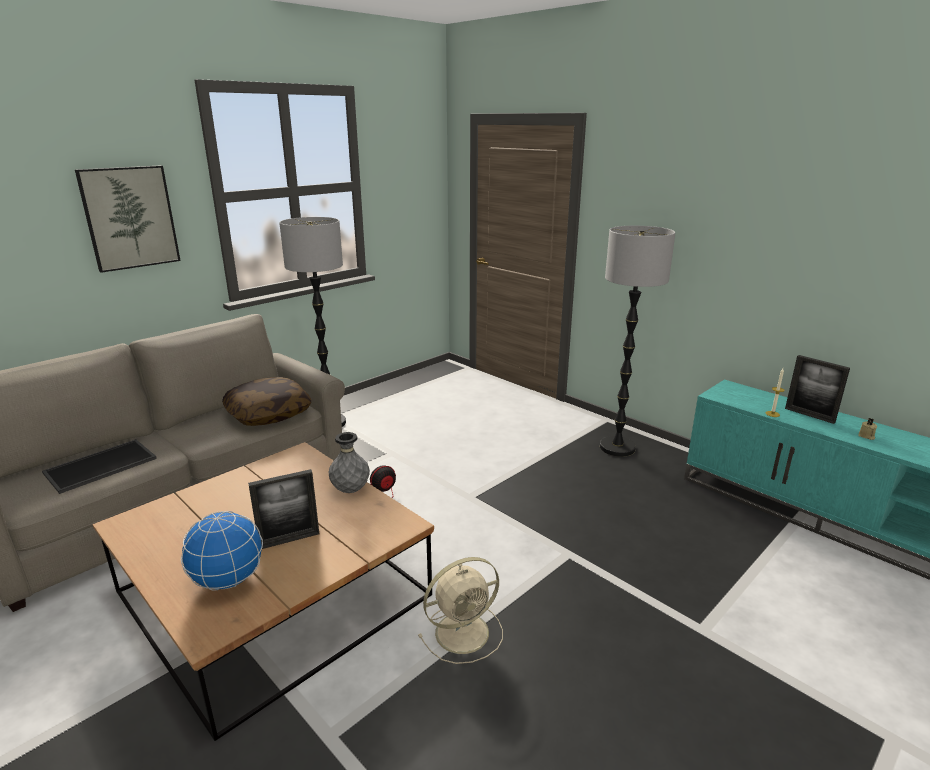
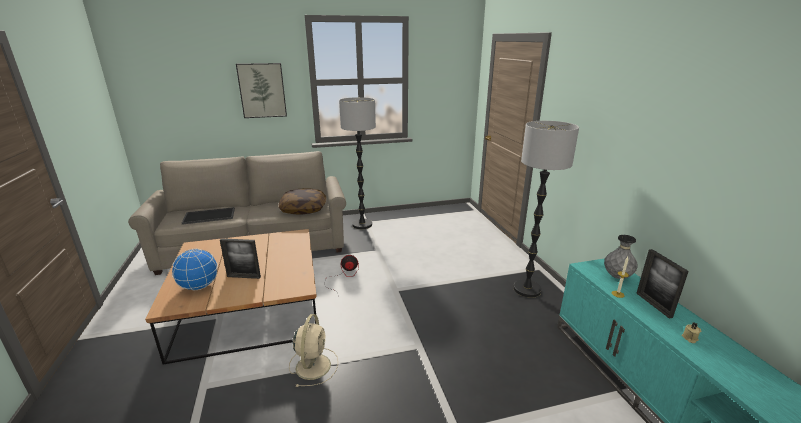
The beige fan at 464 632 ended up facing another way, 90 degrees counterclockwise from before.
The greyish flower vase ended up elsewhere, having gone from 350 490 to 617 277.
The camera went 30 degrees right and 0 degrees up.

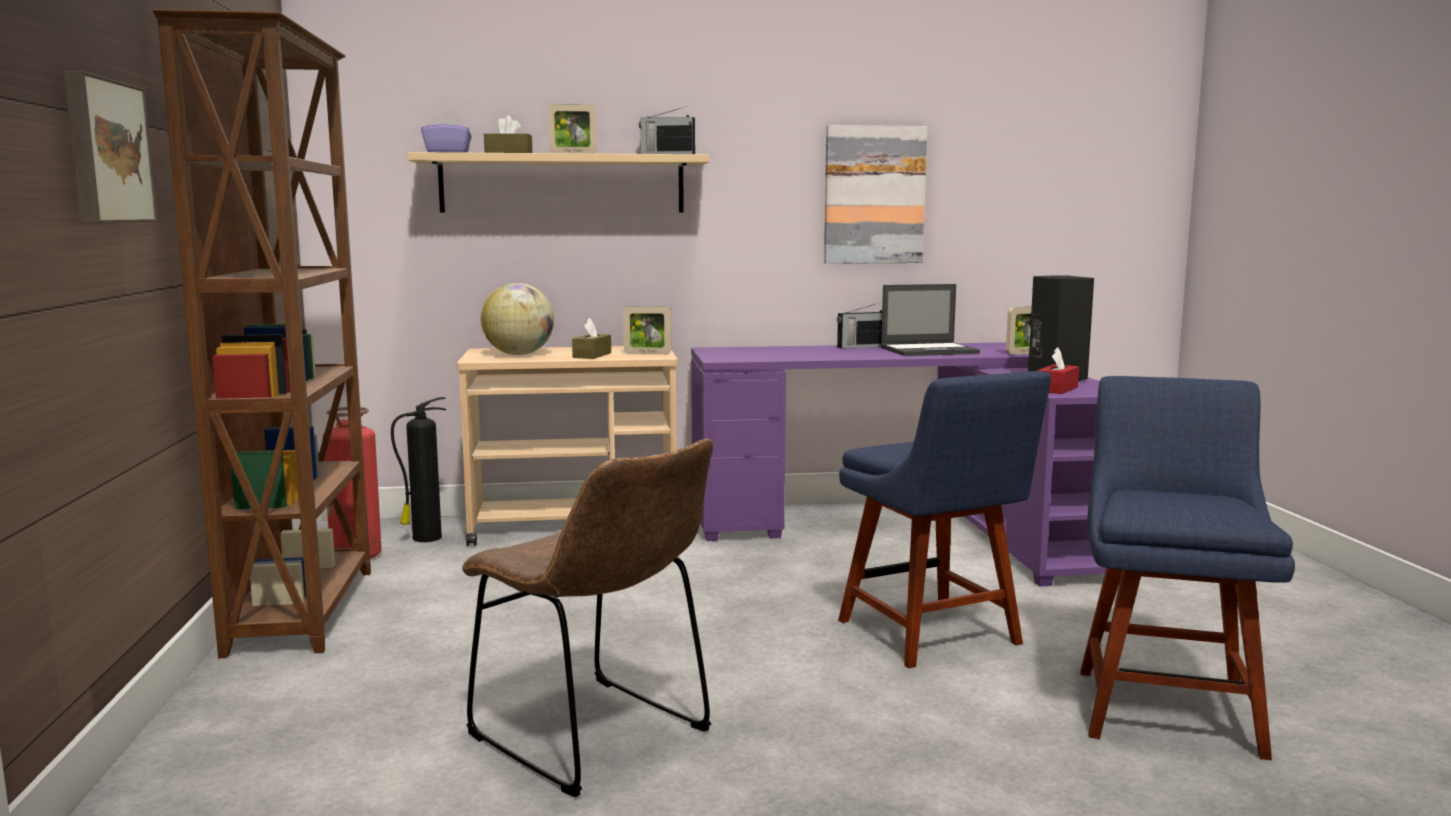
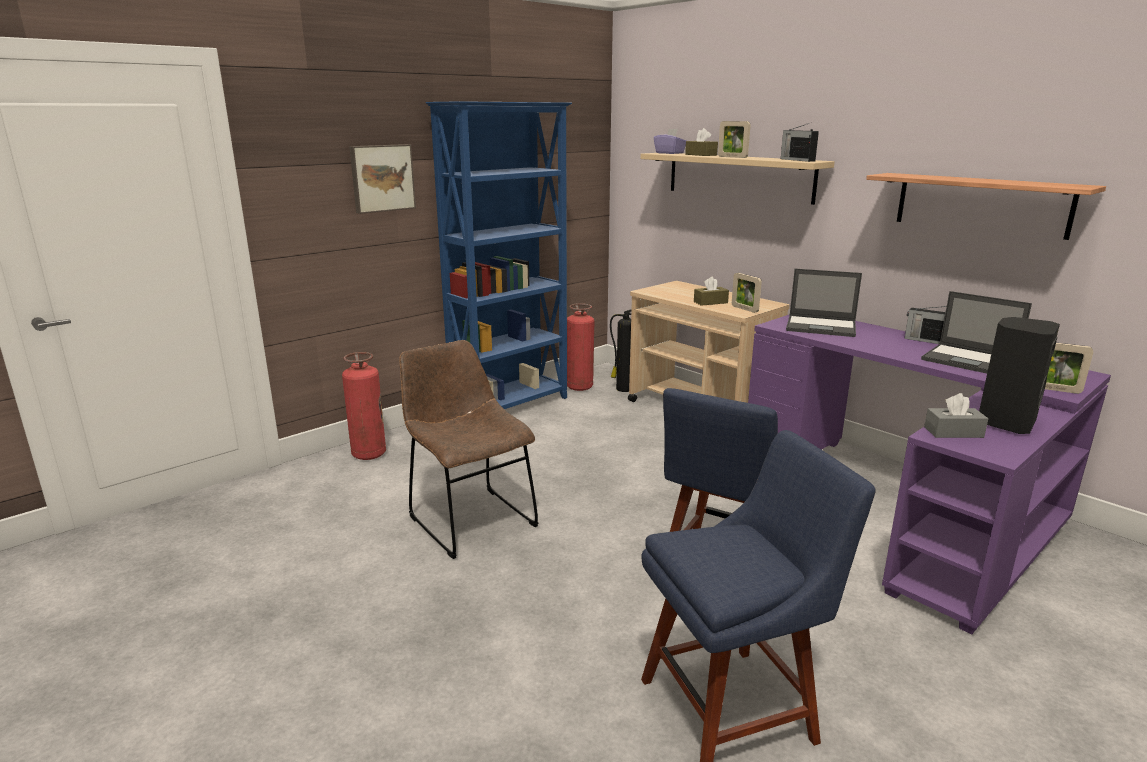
The second view gained the fire-fighting cylinder at 369 454.
The brown-coloured chair at 597 738 ended up facing another way, 135 degrees clockwise from before.
What was the brown-coloured shelving unit at 305 610 turned into the blue-coloured shelving unit at 511 406.
The second view gained the laptop at 822 327.
Where the wall art hung at 874 195, the bracket shelf came to hang at 981 204.
What was the reddish box of tissues at 1057 389 turned into the greyish box of tissues at 953 432.
The second view lost the desk globe at 519 354.
The camera went 55 degrees right and 10 degrees up.

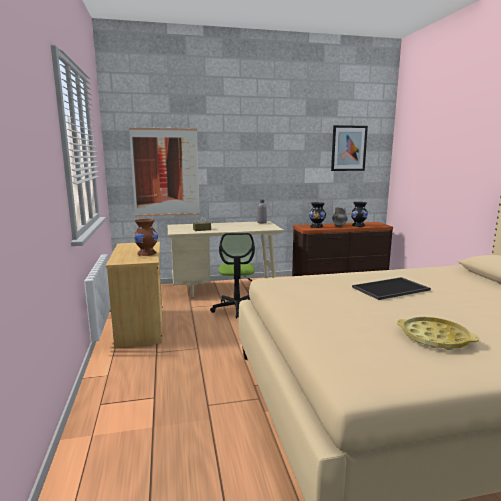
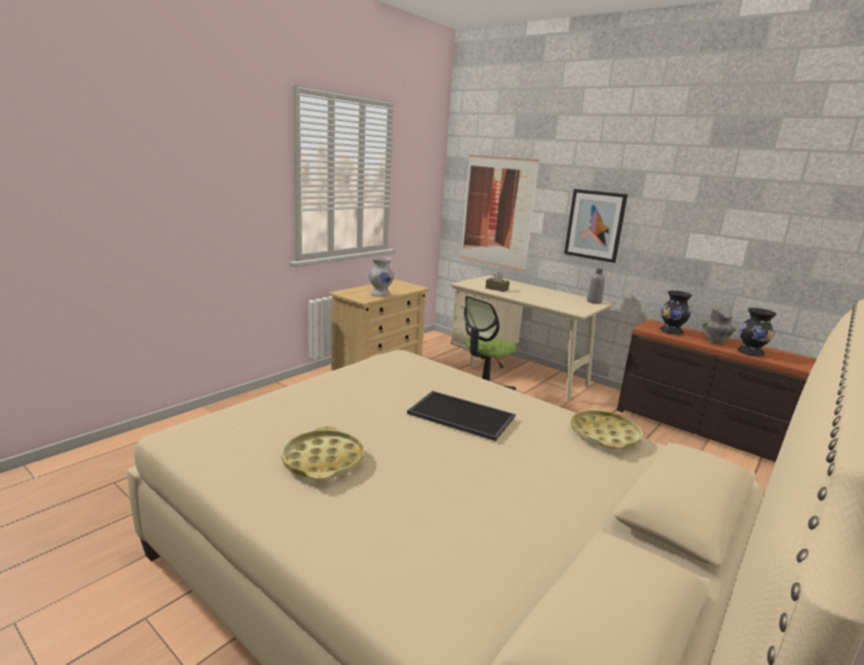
What was the brown-coloured flower vase at 147 254 turned into the whitish flower vase at 380 294.
The wall art ended up elsewhere, having gone from 348 148 to 595 225.
The second view gained the yellow serving tray at 604 435.
The camera went 50 degrees right and 5 degrees up.

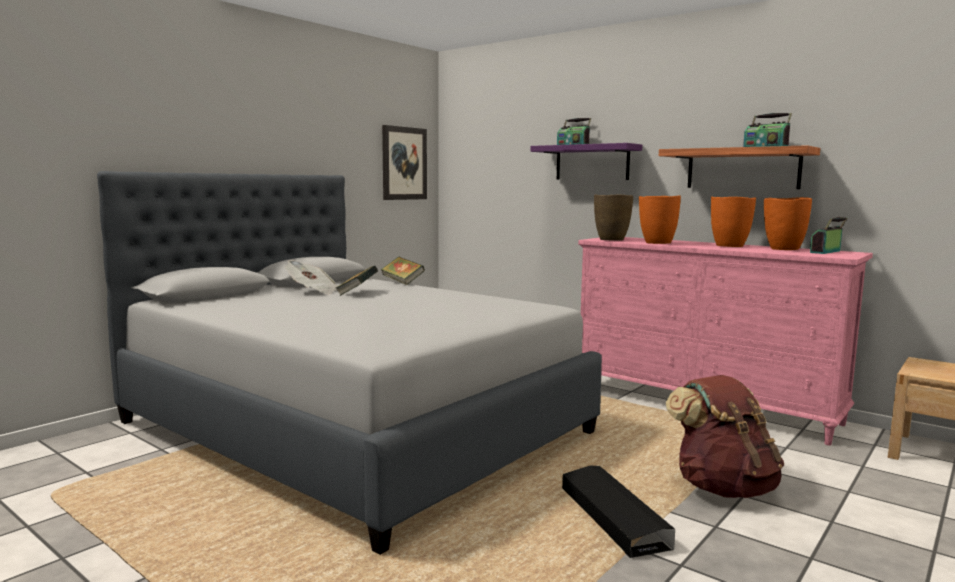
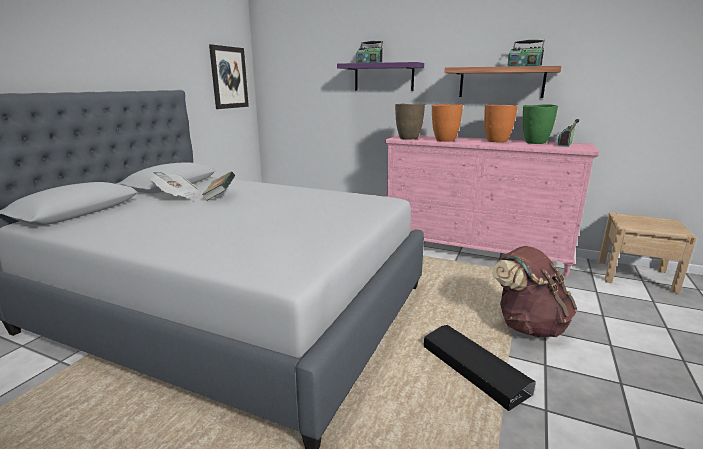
What was the orange-coloured flower vase at 783 249 turned into the greenish flower vase at 535 142.
The second view lost the bound book at 402 282.
The camera went 15 degrees left and 10 degrees up.

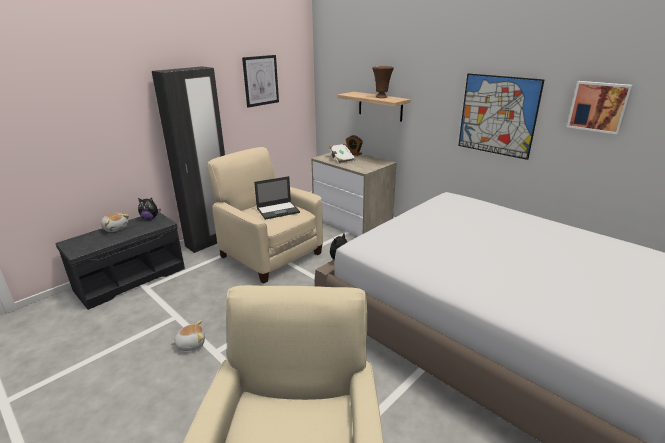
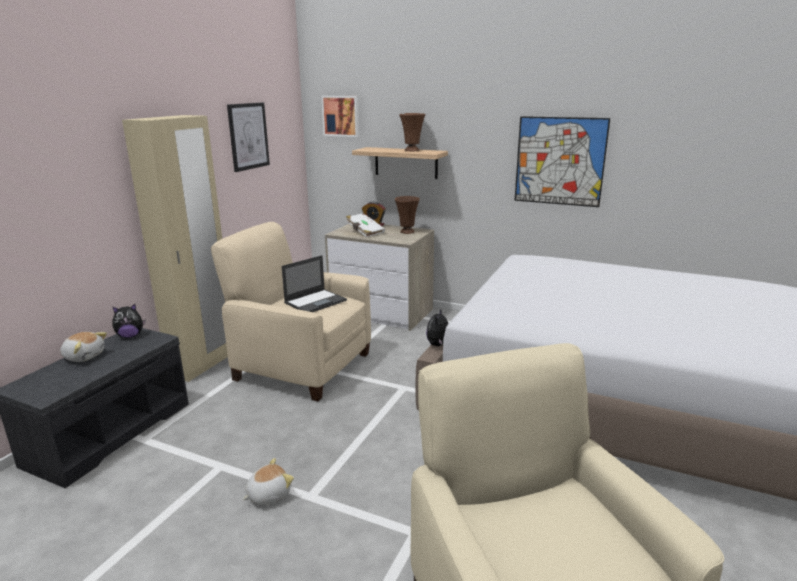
What was the blackish wardrobe at 211 241 turned into the beige wardrobe at 203 364.
The wall art ended up elsewhere, having gone from 599 106 to 341 116.
The second view gained the brown-coloured flower vase at 407 232.
The camera went 20 degrees left and 5 degrees down.

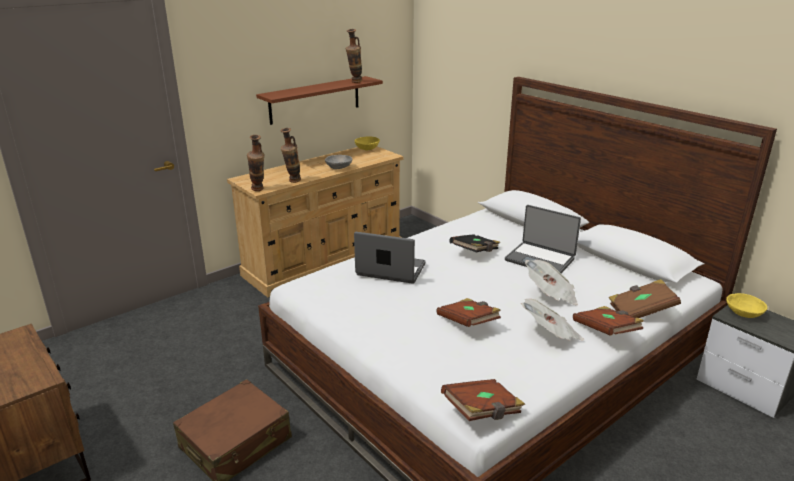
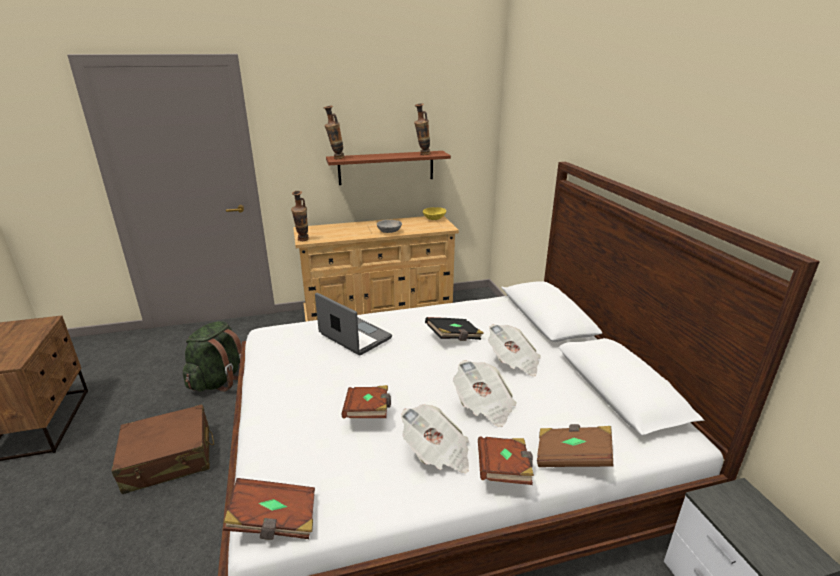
The second view gained the greenish backpack at 219 380.
The flower vase ended up elsewhere, having gone from 292 182 to 336 159.
Where the laptop stood at 540 259, the daily paper came to stand at 513 362.
The second view lost the yellow serving bowl at 742 313.
The camera went 25 degrees right and 0 degrees up.

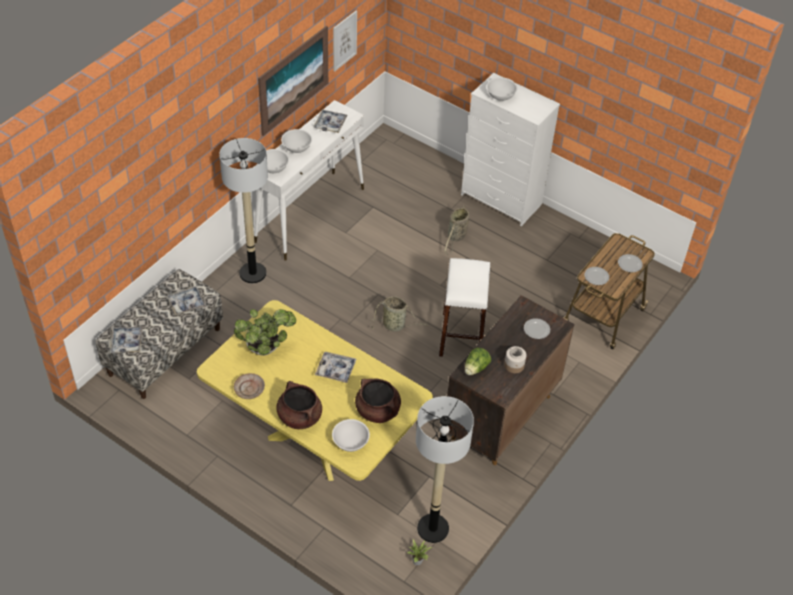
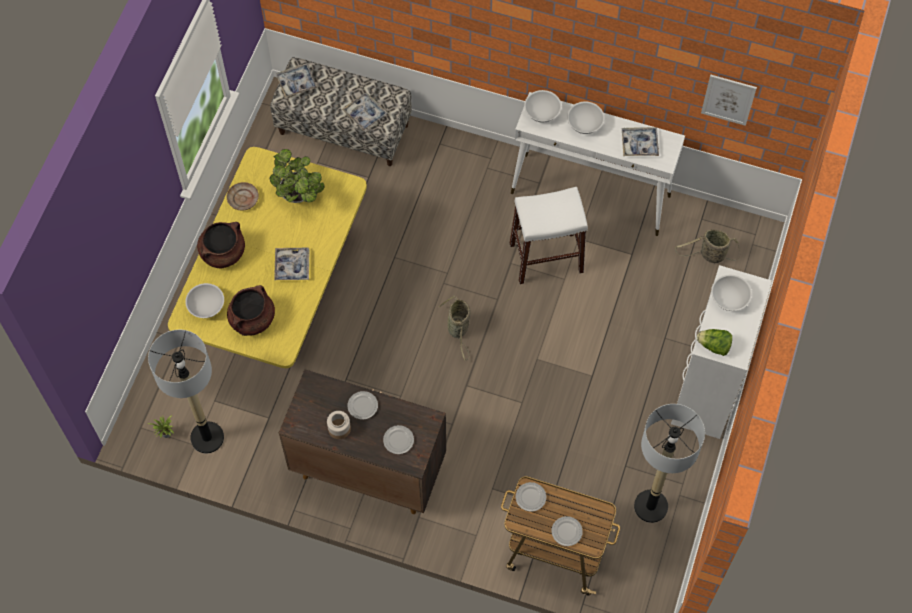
The second view gained the plate at 362 406.
The whitish stool ended up elsewhere, having gone from 461 336 to 546 257.
The standing lamp ended up elsewhere, having gone from 252 273 to 650 506.
The basket ended up elsewhere, having gone from 456 237 to 710 255.
The lettuce head ended up elsewhere, having gone from 475 368 to 714 346.
The second view lost the wall art at 293 80.
The camera went 75 degrees right and 15 degrees up.

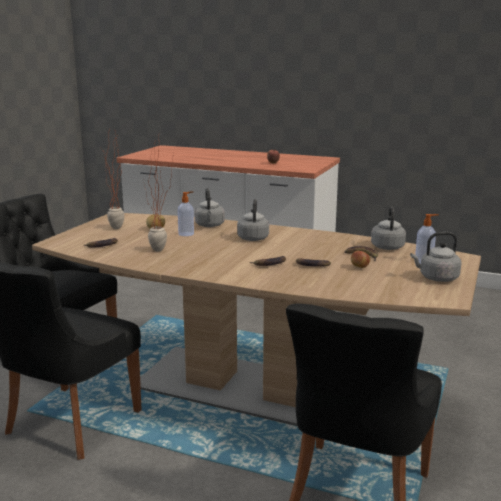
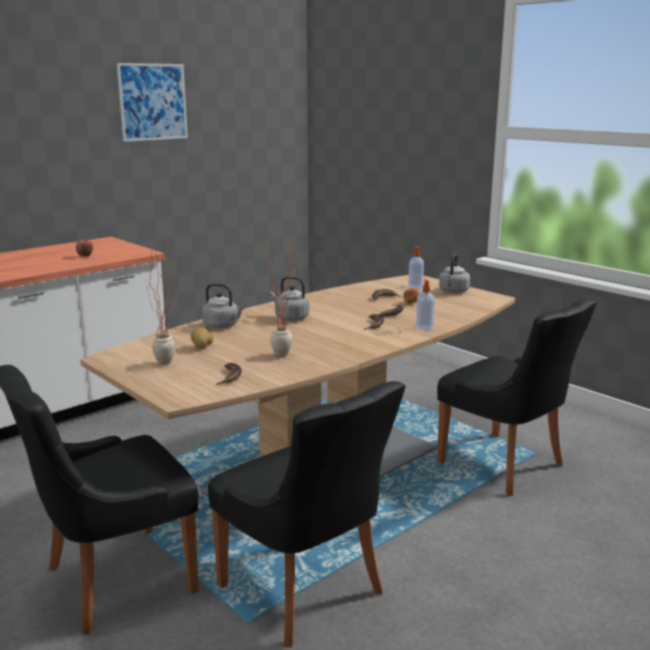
The second view gained the wall art at 153 102.
The liquid soap bottle ended up elsewhere, having gone from 186 234 to 424 327.
The second view lost the greyish water kettle at 387 246.
The camera went 65 degrees left and 0 degrees up.

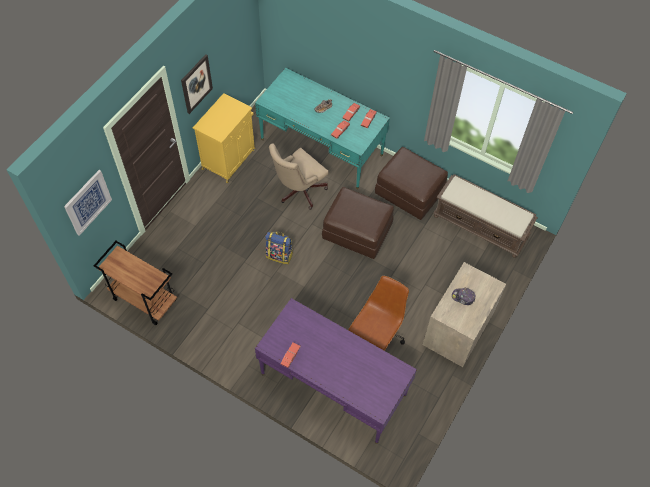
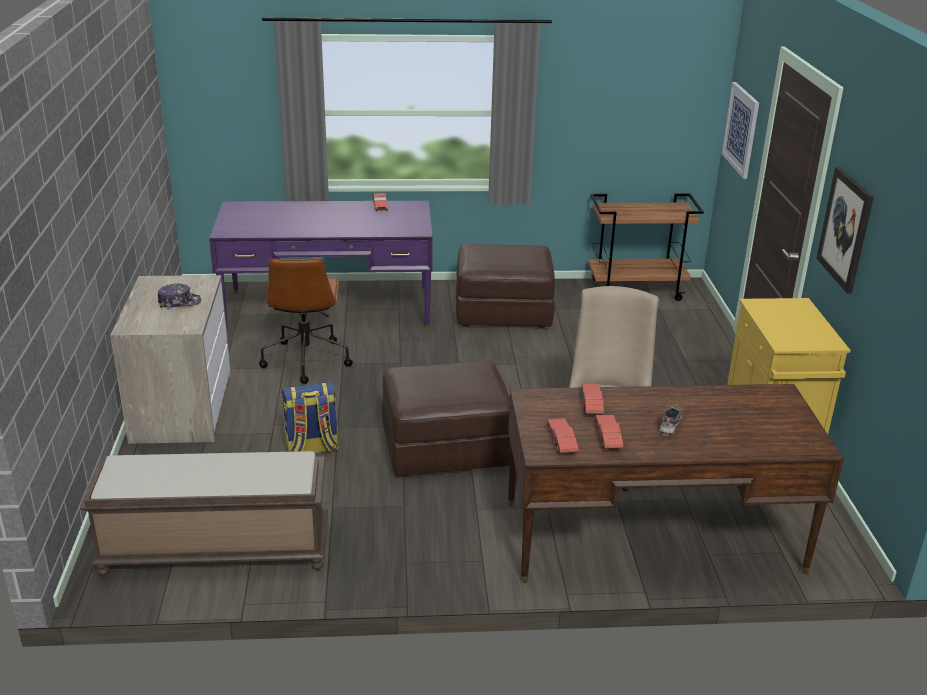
The backpack ended up elsewhere, having gone from 279 255 to 311 448.
The brown-coloured ottoman ended up elsewhere, having gone from 409 193 to 504 311.
What was the turquoise-coloured desk at 321 147 turned into the brown-coloured desk at 652 537.
The camera went 145 degrees right and 30 degrees down.

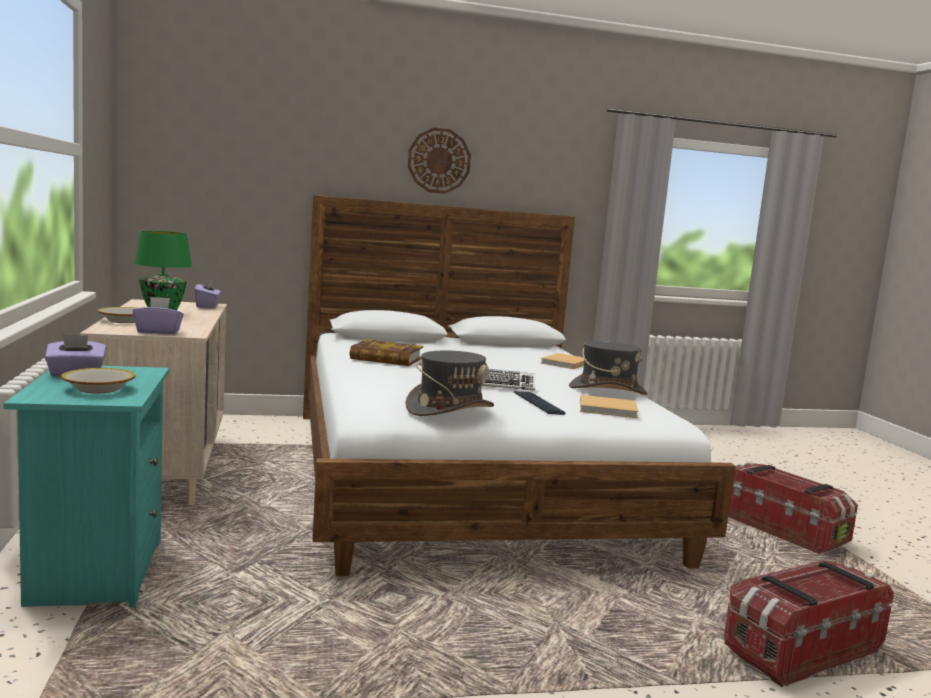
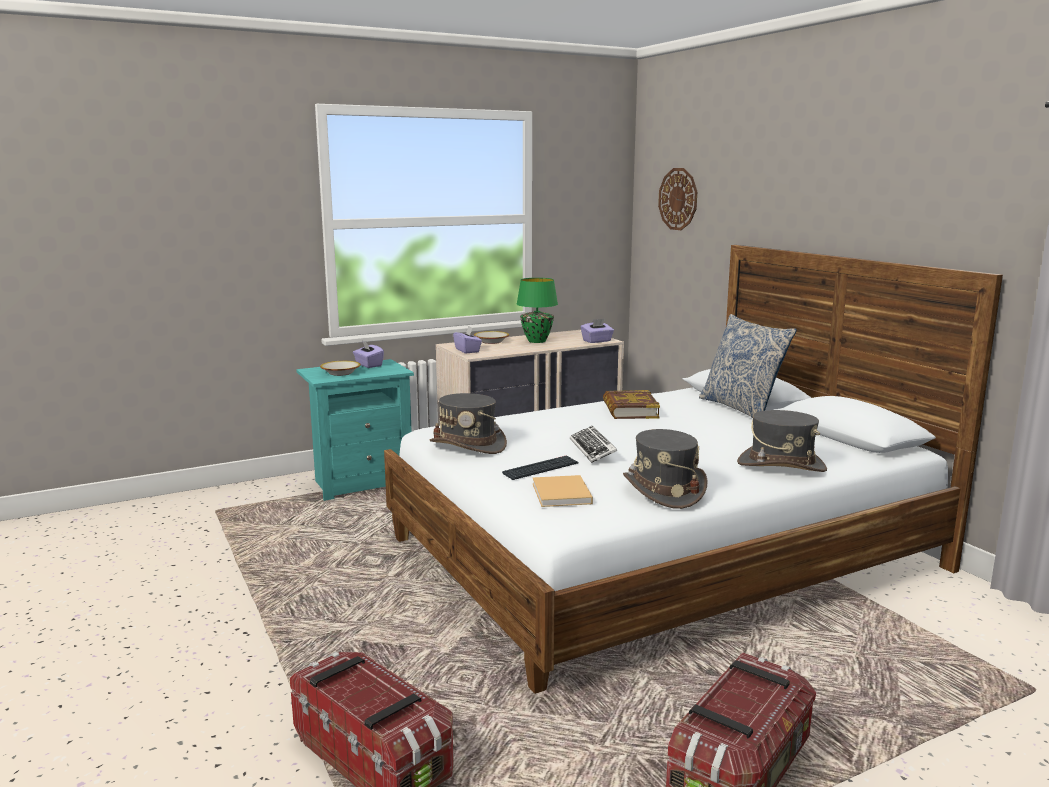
The clock on the wall ended up elsewhere, having gone from 439 160 to 678 199.
The second view gained the throw pillow at 741 408.
Where the beige bound book stood at 564 363, the greyish clothing hat came to stand at 781 465.
The camera went 75 degrees right and 5 degrees up.

